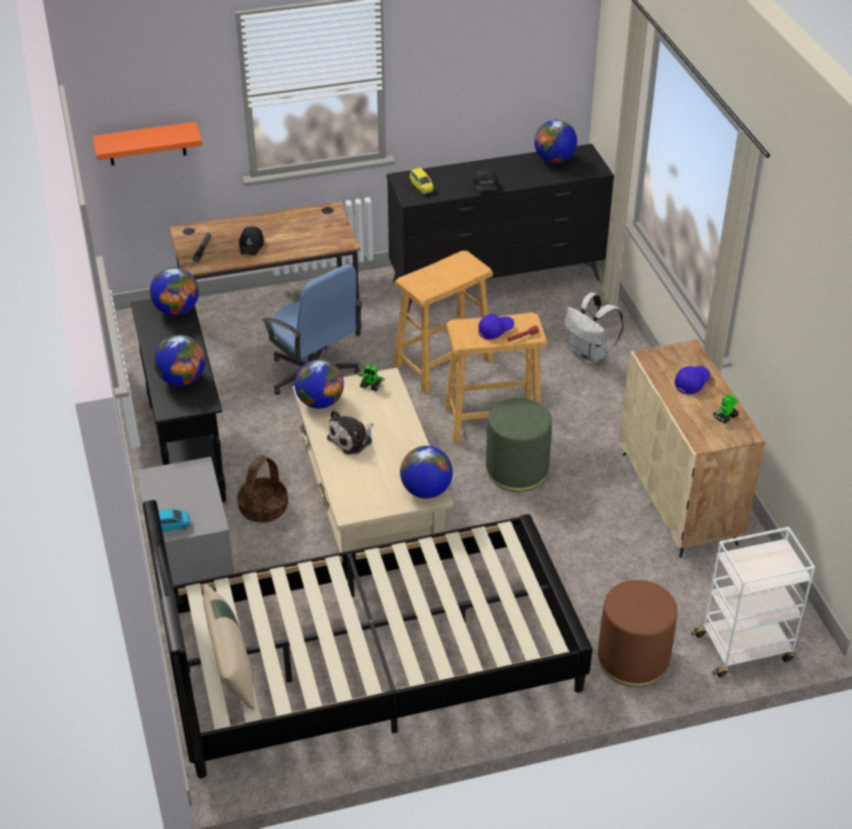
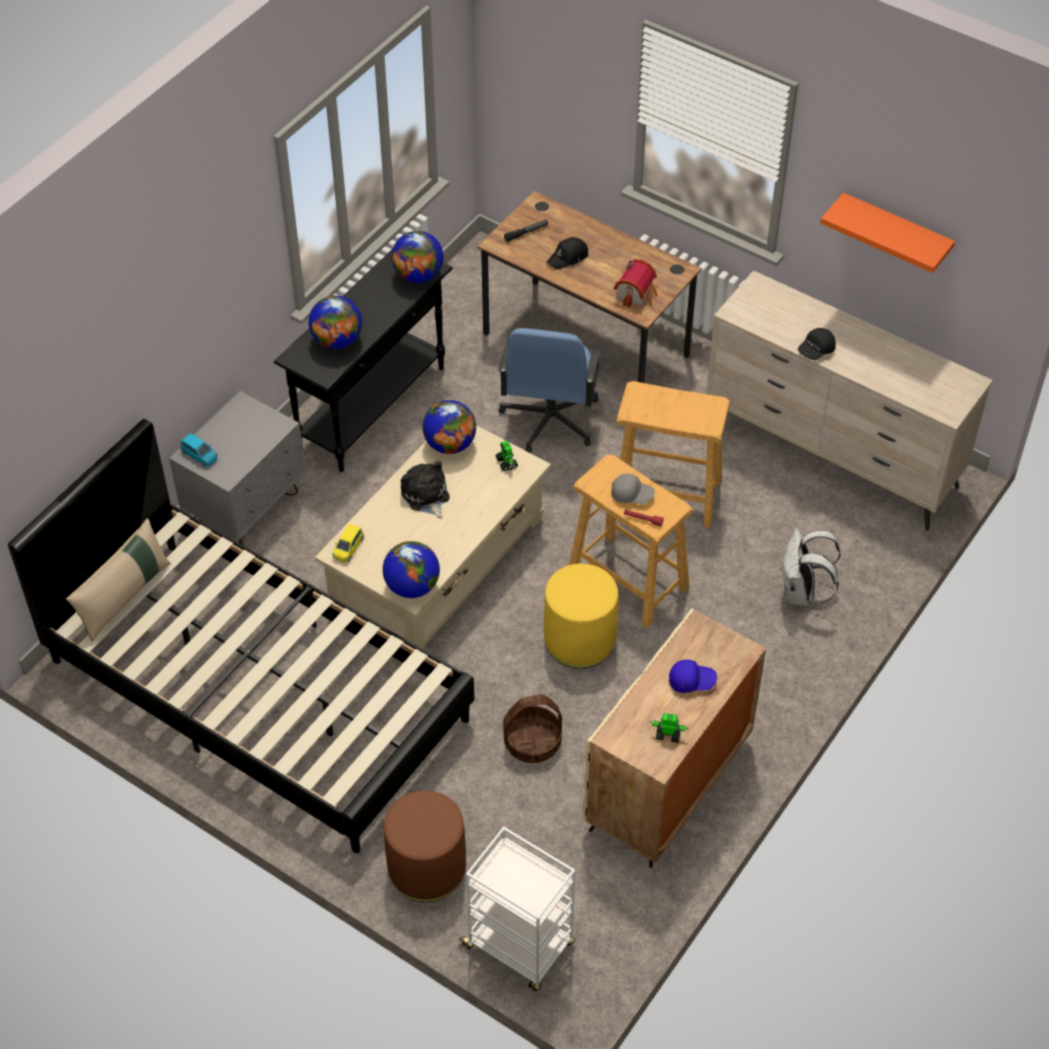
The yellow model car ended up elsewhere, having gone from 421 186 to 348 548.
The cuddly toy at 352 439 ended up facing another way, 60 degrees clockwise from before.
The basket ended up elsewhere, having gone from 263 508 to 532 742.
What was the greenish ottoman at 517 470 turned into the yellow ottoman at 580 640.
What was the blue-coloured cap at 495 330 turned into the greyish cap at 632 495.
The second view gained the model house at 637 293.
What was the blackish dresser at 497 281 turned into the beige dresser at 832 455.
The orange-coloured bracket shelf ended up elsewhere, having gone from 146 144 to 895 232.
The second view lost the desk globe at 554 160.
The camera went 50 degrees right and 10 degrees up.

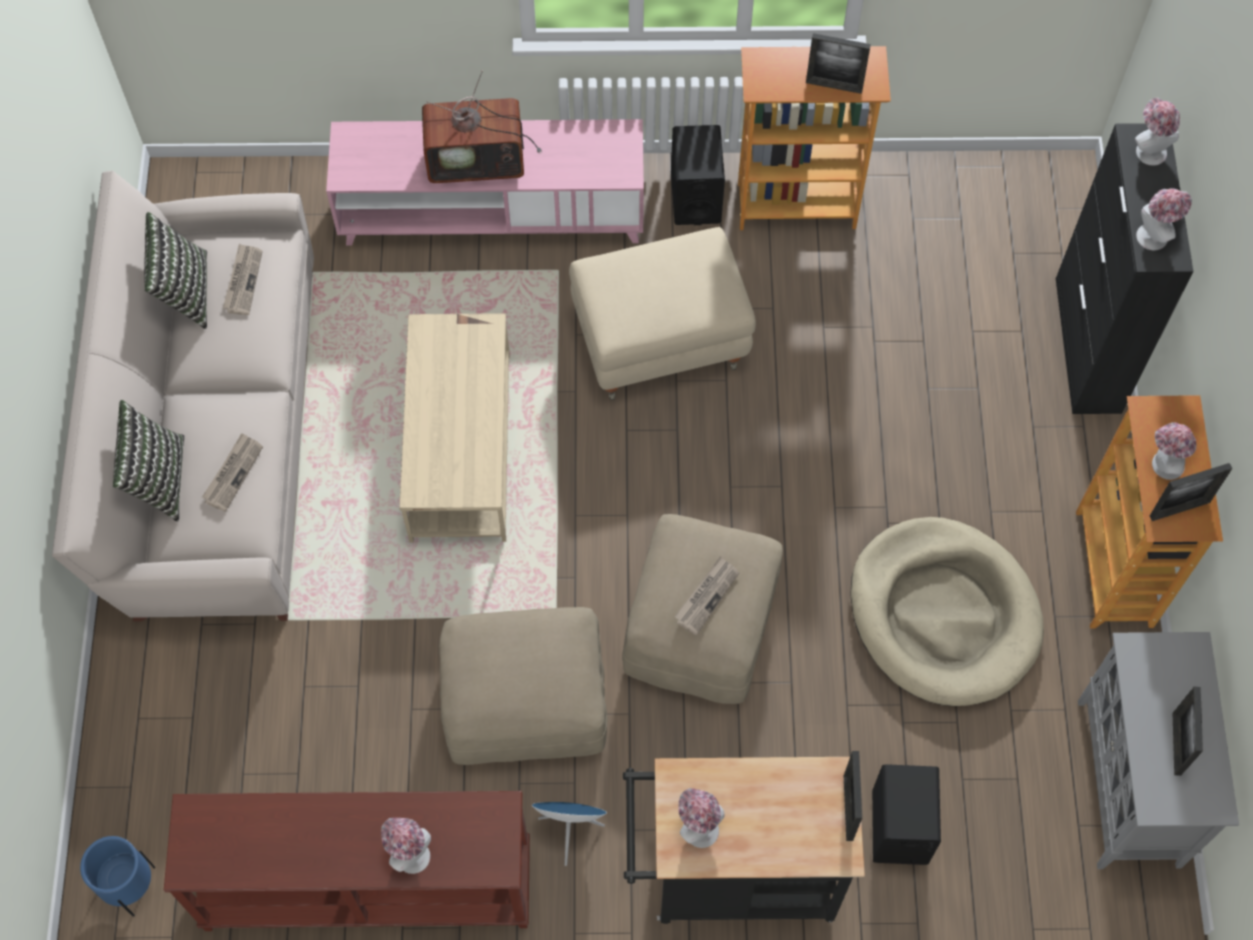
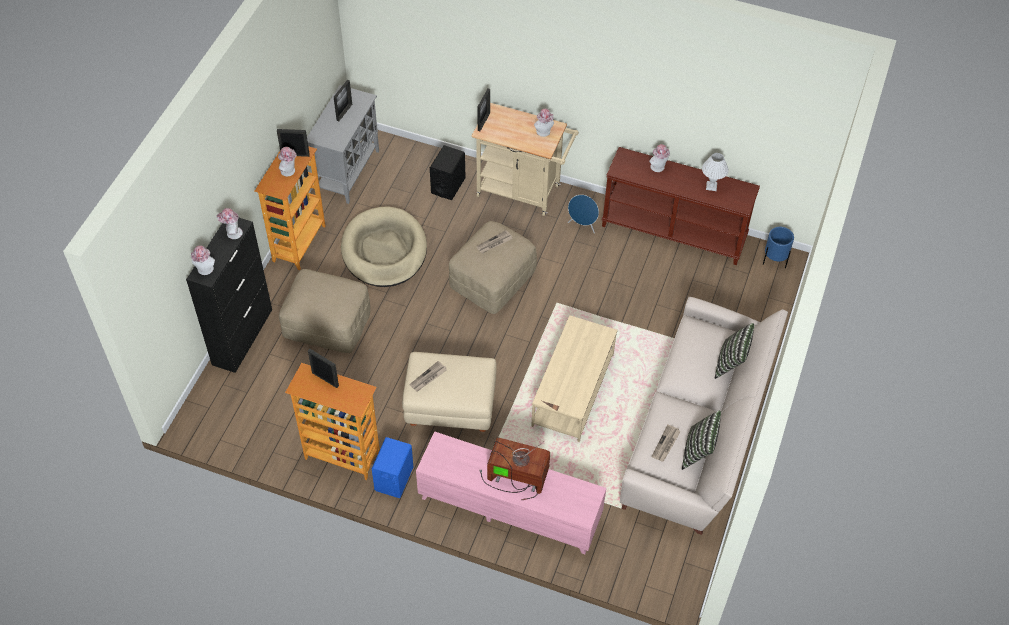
The beige ottoman ended up elsewhere, having gone from 524 702 to 328 324.
What was the blackish speaker at 695 197 turned into the blue-coloured speaker at 394 479.
The daily paper ended up elsewhere, having gone from 233 473 to 428 378.
What was the blackish trolley at 731 874 turned into the beige trolley at 523 192.
The second view gained the whitish table lamp at 711 186.
The camera went 160 degrees left and 10 degrees down.

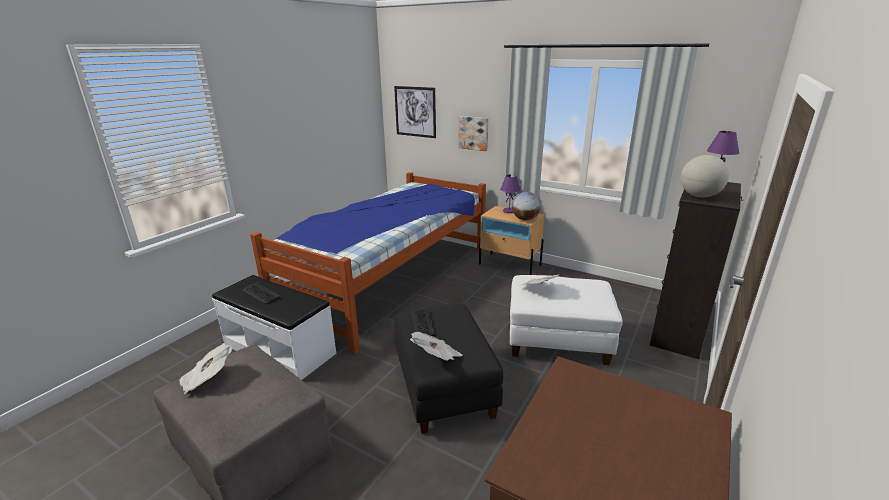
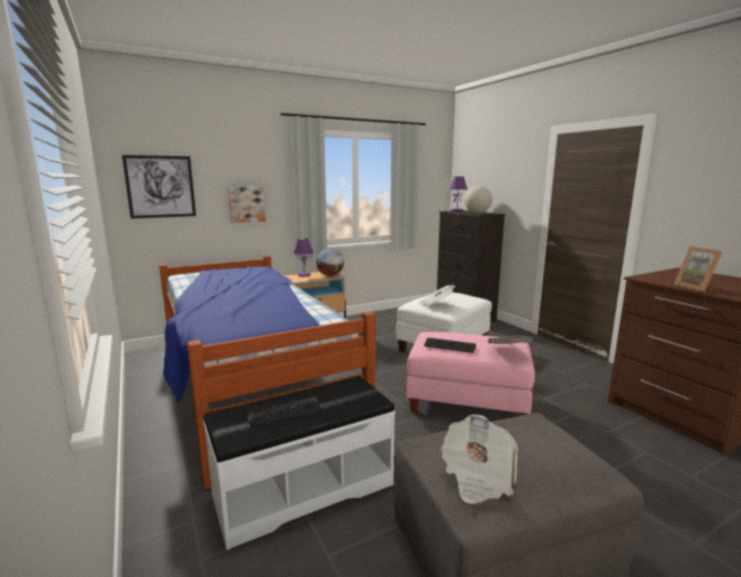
What was the blackish ottoman at 445 387 turned into the pink-coloured ottoman at 468 402.
The second view gained the photo frame at 696 287.
The camera went 60 degrees left and 10 degrees down.

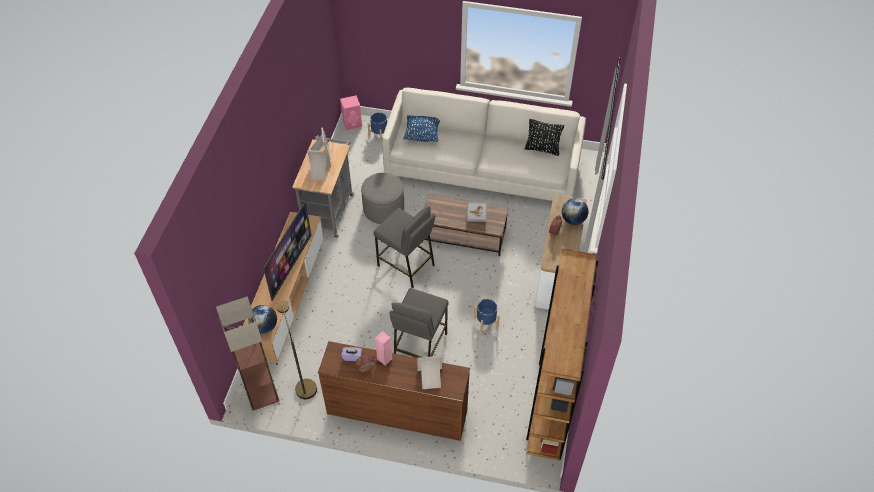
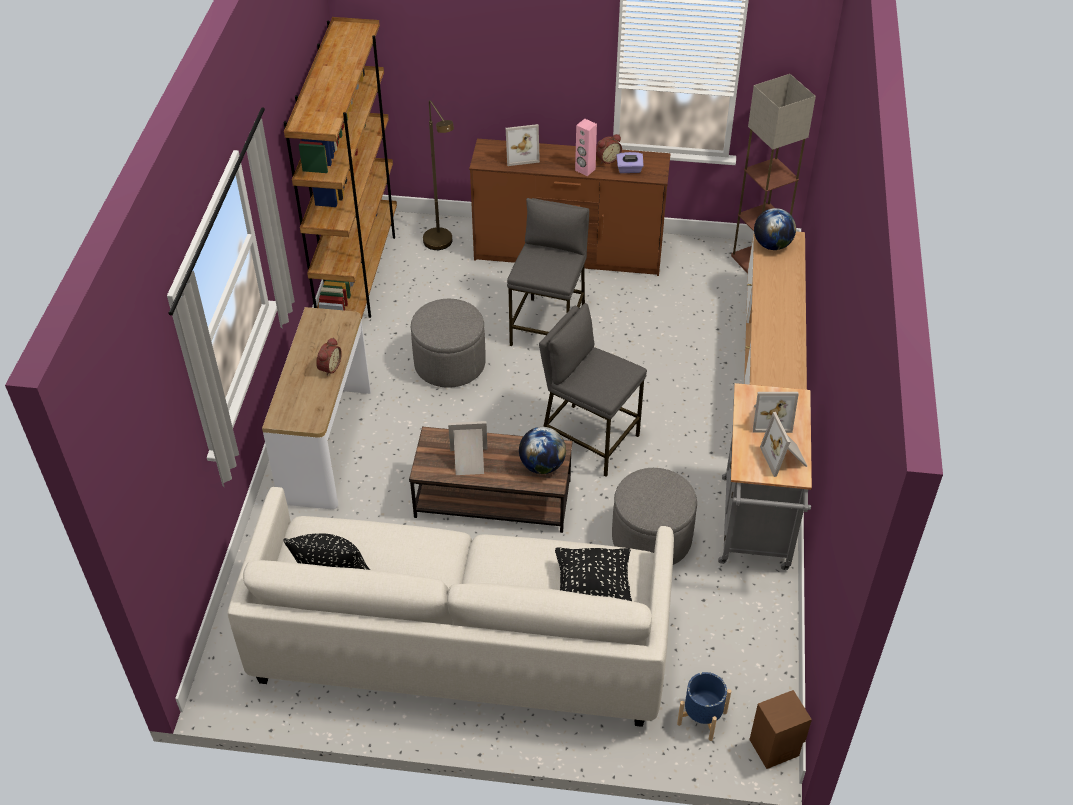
Where the blue-coloured planter stood at 485 322, the greyish ottoman came to stand at 450 363.
The brown-coloured standing lamp ended up elsewhere, having gone from 304 384 to 442 245.
The desk globe ended up elsewhere, having gone from 573 220 to 542 465.
What was the blue-coloured throw pillow at 422 135 turned into the blackish throw pillow at 592 590.
What was the pink-coloured speaker at 352 123 turned into the brown-coloured speaker at 774 747.
The second view lost the television at 290 266.
The camera went 175 degrees right and 5 degrees down.

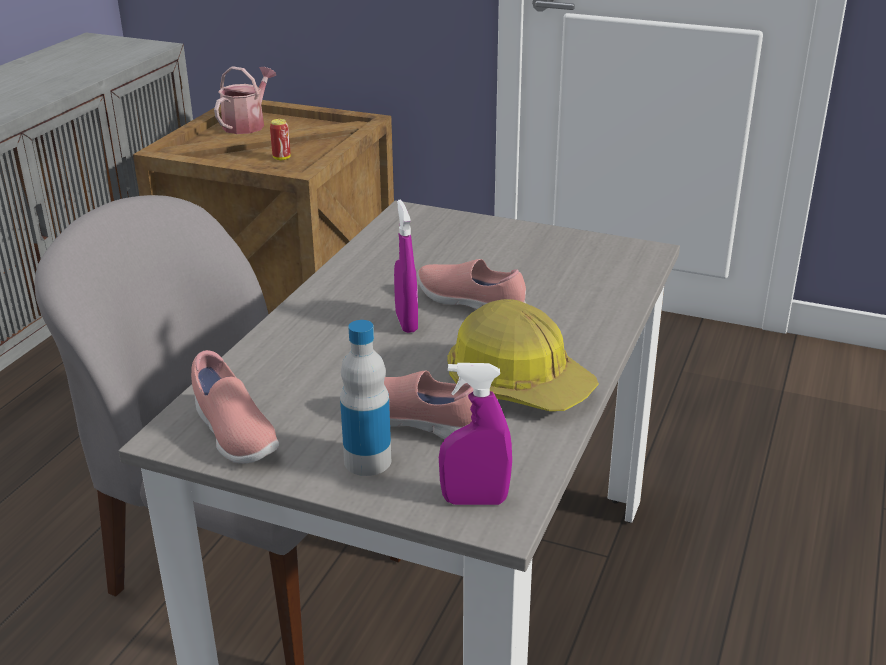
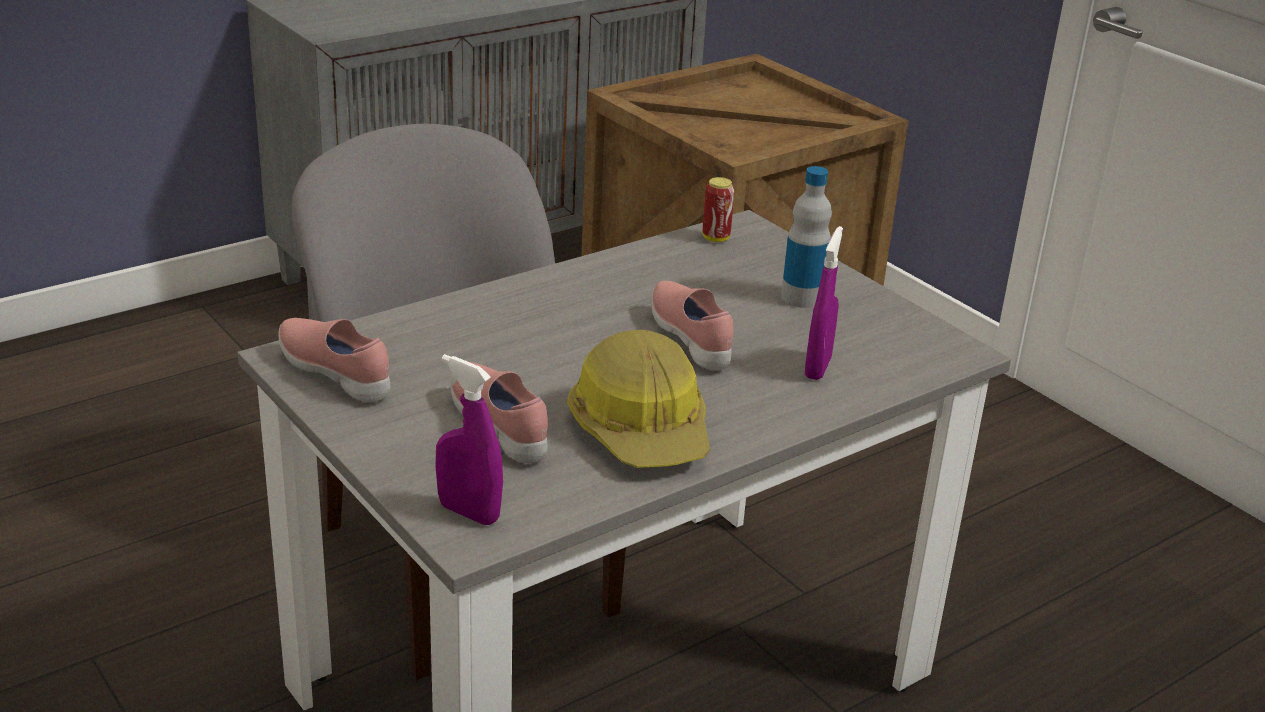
The pink-coloured low shoe at 233 434 ended up facing another way, 135 degrees clockwise from before.
The sealed can ended up elsewhere, having gone from 281 158 to 715 238.
The bottle ended up elsewhere, having gone from 367 461 to 802 297.
The purple-coloured hand sprayer ended up elsewhere, having gone from 406 322 to 817 368.
The second view lost the sprinkling can at 247 124.
The camera went 30 degrees right and 0 degrees up.

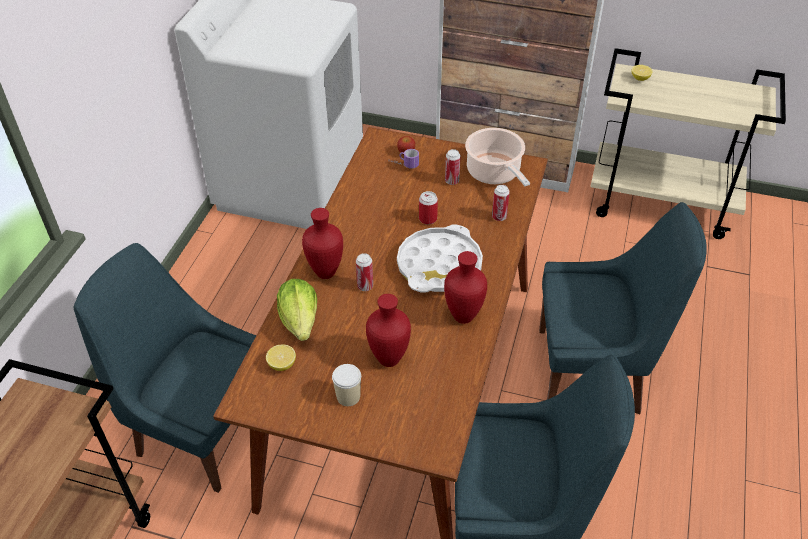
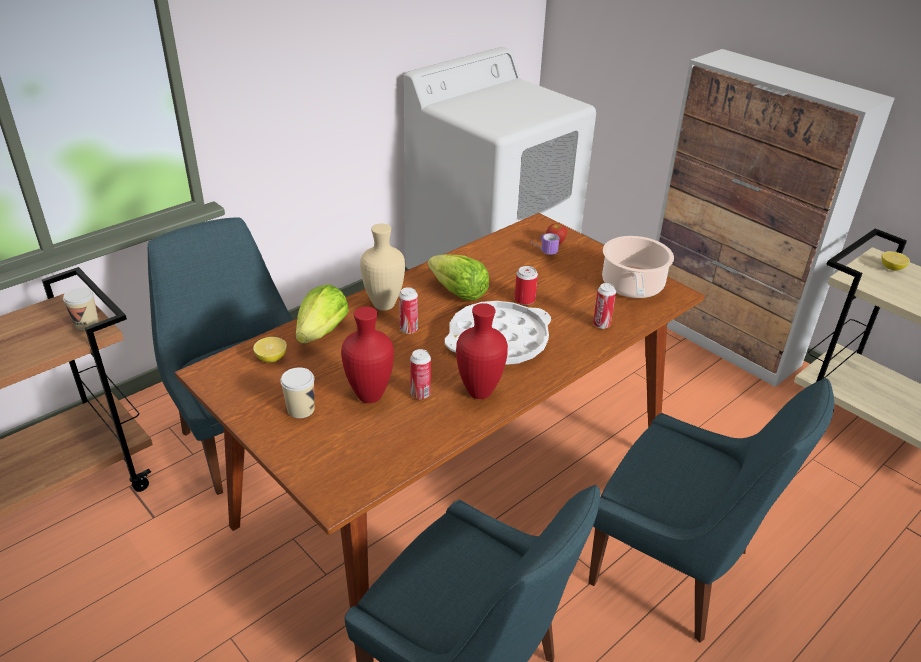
The second view gained the drinking cup at 86 323.
What was the reddish flower vase at 325 272 turned into the beige flower vase at 384 304.
The sealed can ended up elsewhere, having gone from 451 181 to 420 394.
The second view gained the lettuce head at 459 293.
The camera went 30 degrees right and 10 degrees down.

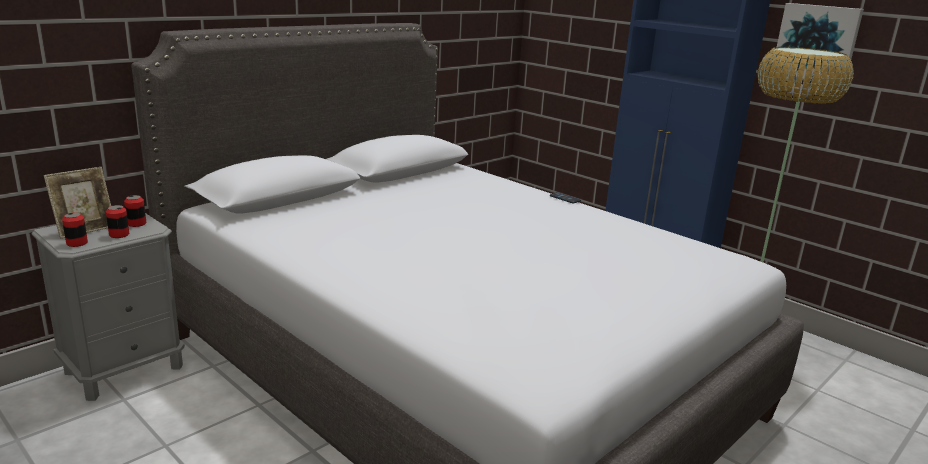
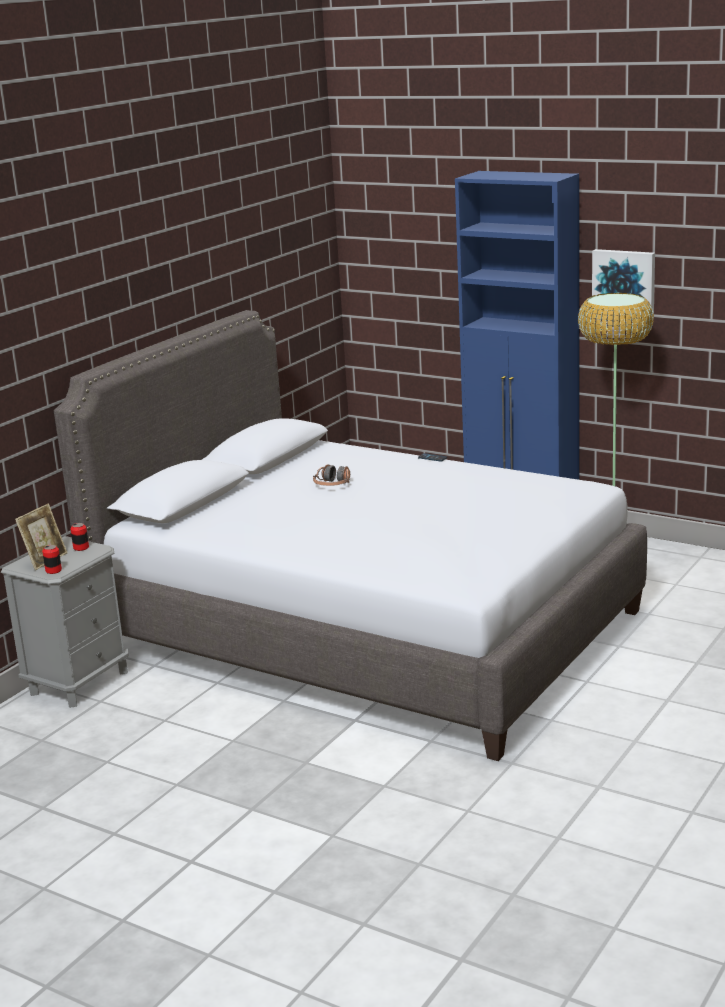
The second view gained the headset at 332 485.
The second view lost the sealed can at 119 235.
The camera went 10 degrees left and 0 degrees up.

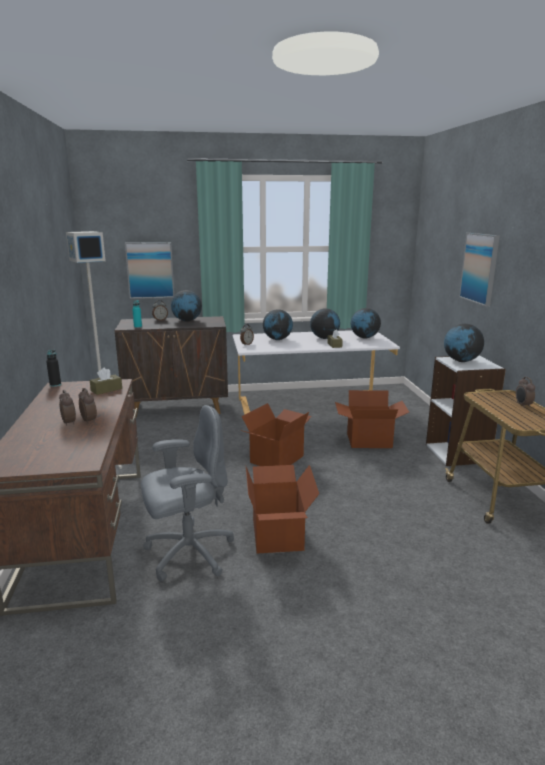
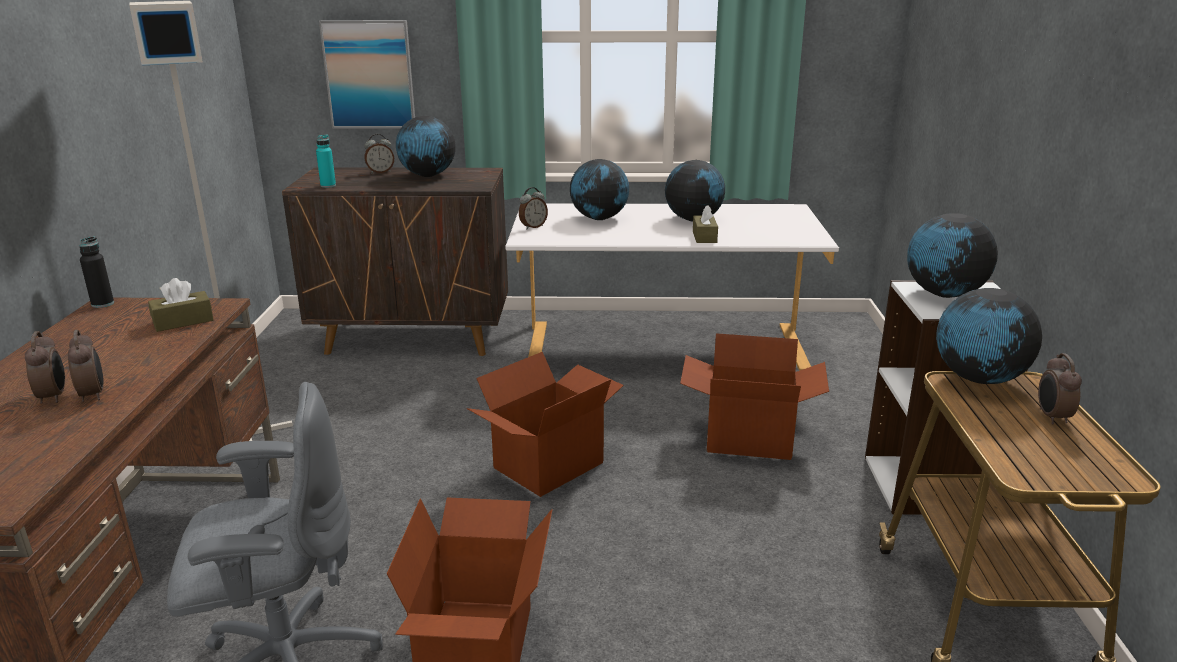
The desk globe ended up elsewhere, having gone from 364 337 to 978 379.
The second view lost the wall art at 479 268.
The camera went 10 degrees right and 5 degrees up.

